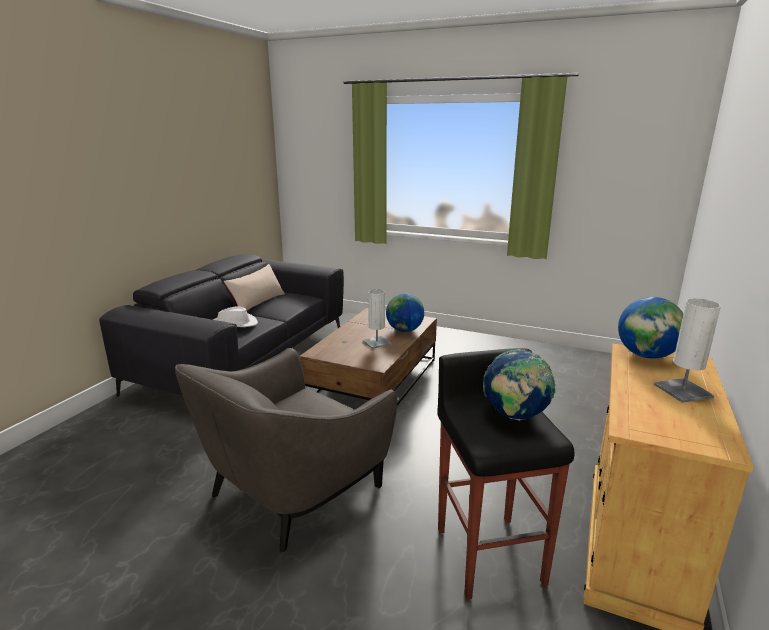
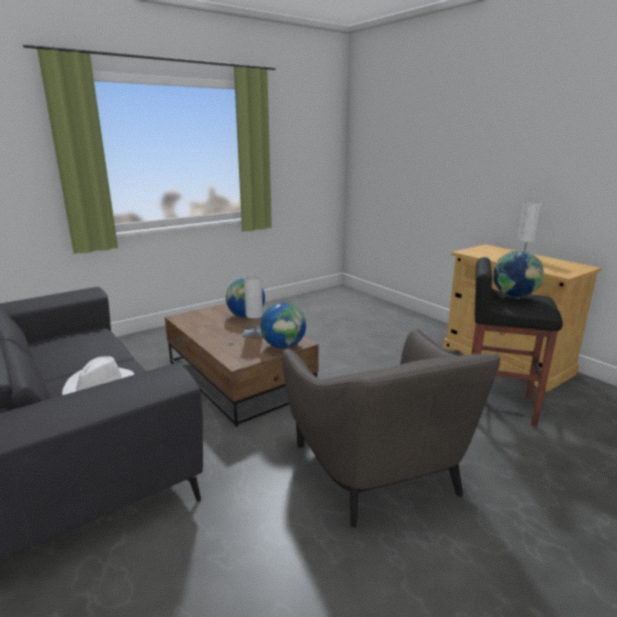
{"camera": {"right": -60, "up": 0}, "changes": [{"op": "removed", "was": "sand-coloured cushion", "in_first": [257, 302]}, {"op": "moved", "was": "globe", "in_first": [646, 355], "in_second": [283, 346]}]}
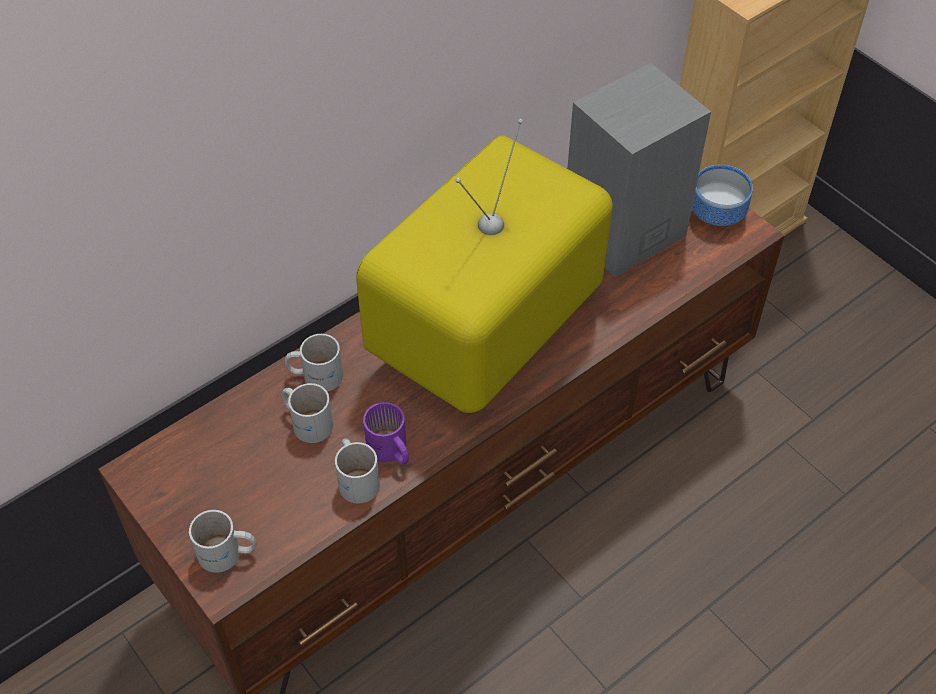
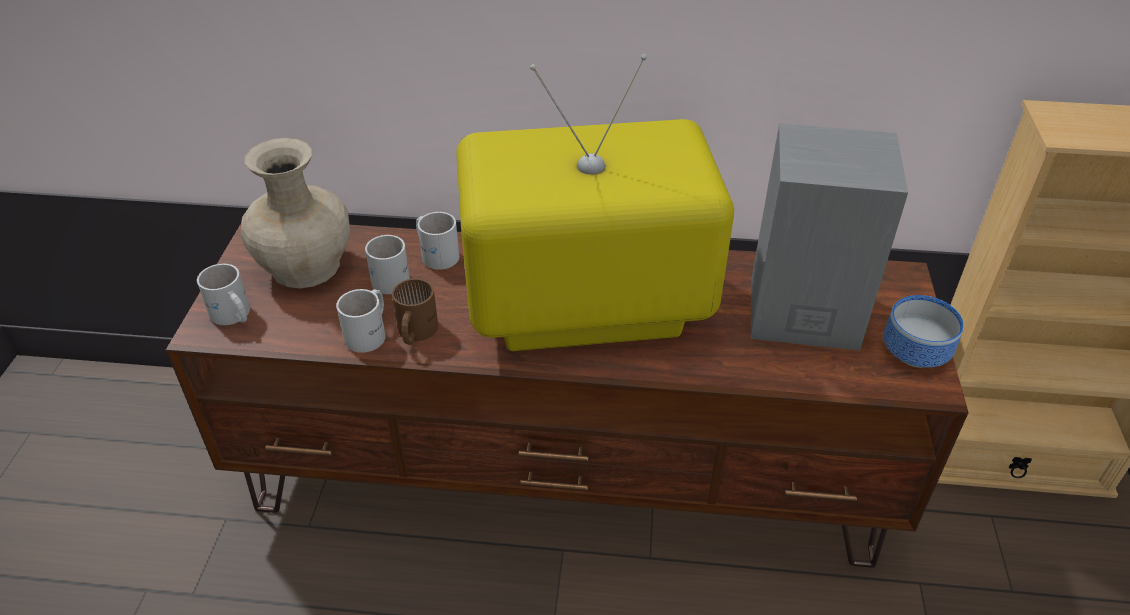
{"camera": {"right": 45, "up": -10}, "changes": [{"op": "recoloured", "was": "purple tea mug", "now": "brownish tea mug", "in_first": [389, 451], "in_second": [414, 332]}, {"op": "added", "now": "sand-coloured vase", "in_second": [304, 267]}]}
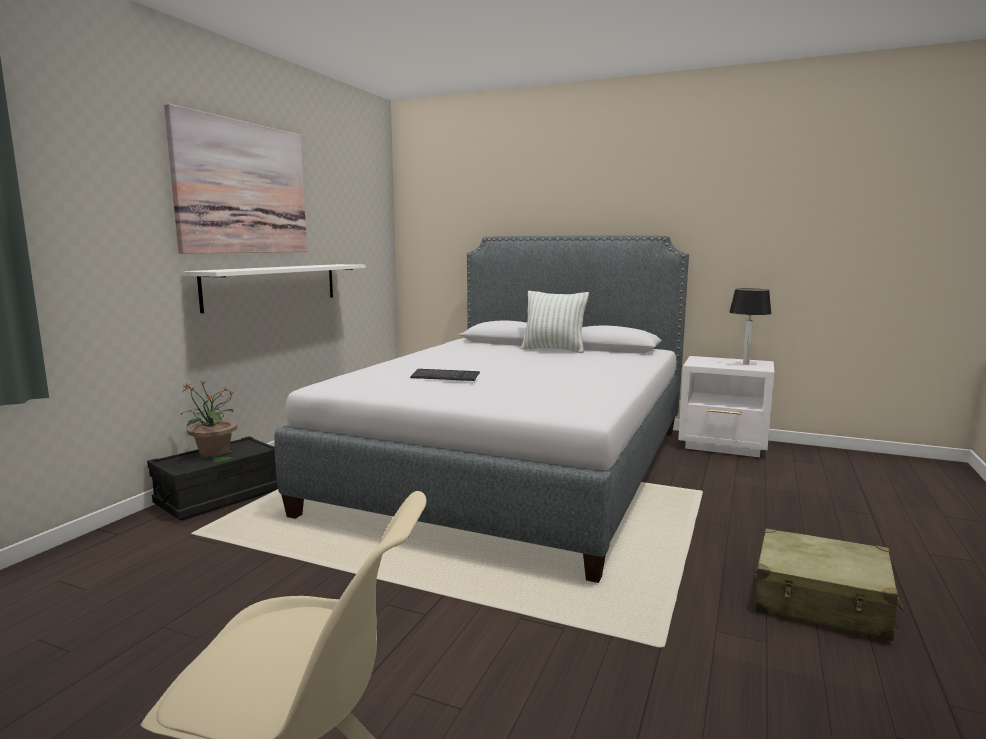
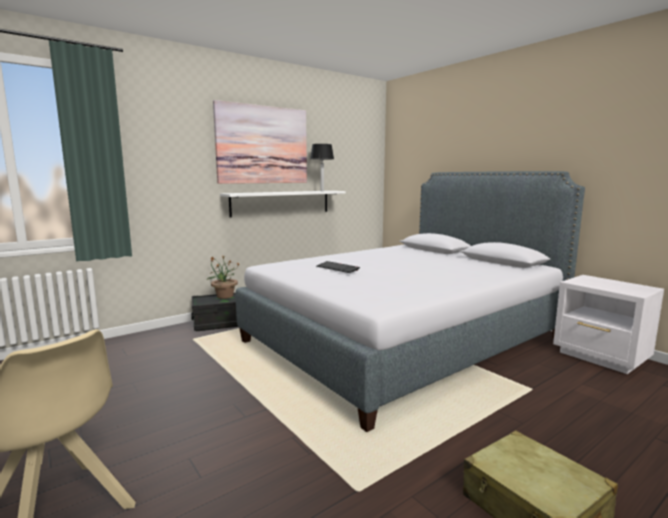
{"camera": {"right": 30, "up": 0}, "changes": [{"op": "removed", "was": "cushion", "in_first": [554, 350]}, {"op": "moved", "was": "tabletop lamp", "in_first": [745, 363], "in_second": [322, 191]}]}
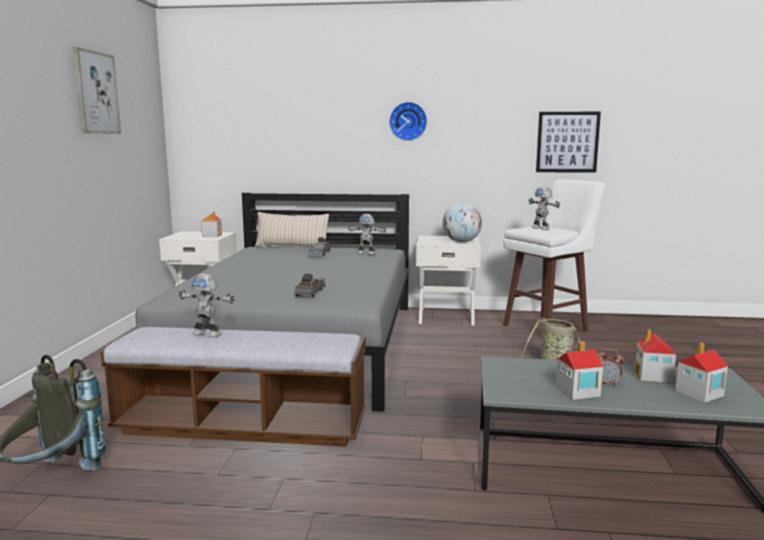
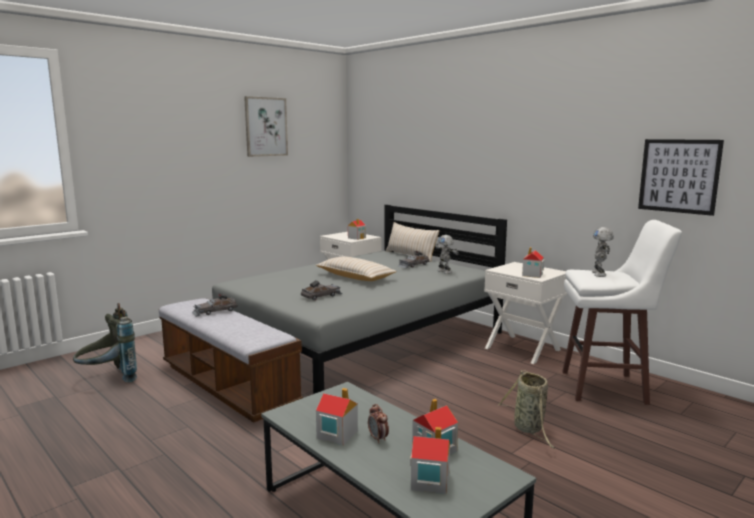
{"camera": {"right": 40, "up": 0}, "changes": [{"op": "replaced", "was": "toy robot", "now": "grey toy car", "in_first": [207, 333], "in_second": [214, 311]}, {"op": "removed", "was": "clock on the wall", "in_first": [408, 121]}, {"op": "replaced", "was": "globe", "now": "miniature house", "in_first": [461, 242], "in_second": [532, 275]}, {"op": "added", "now": "sand-coloured cushion", "in_second": [355, 277]}]}
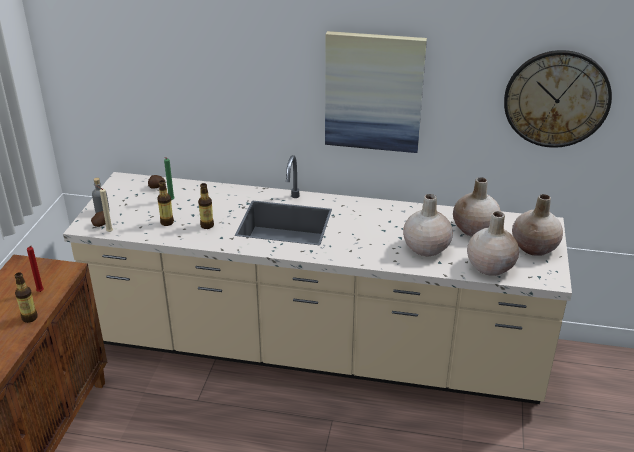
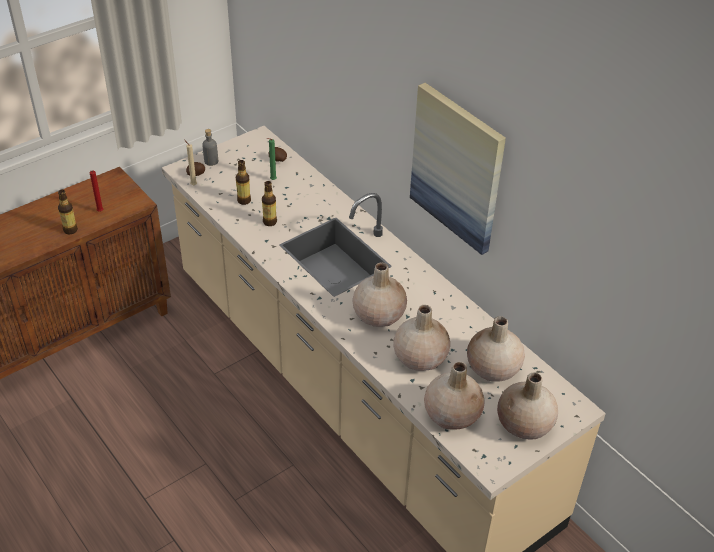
{"camera": {"right": 40, "up": 10}, "changes": [{"op": "removed", "was": "clock on the wall", "in_first": [556, 99]}, {"op": "added", "now": "sand-coloured vase", "in_second": [378, 315]}]}
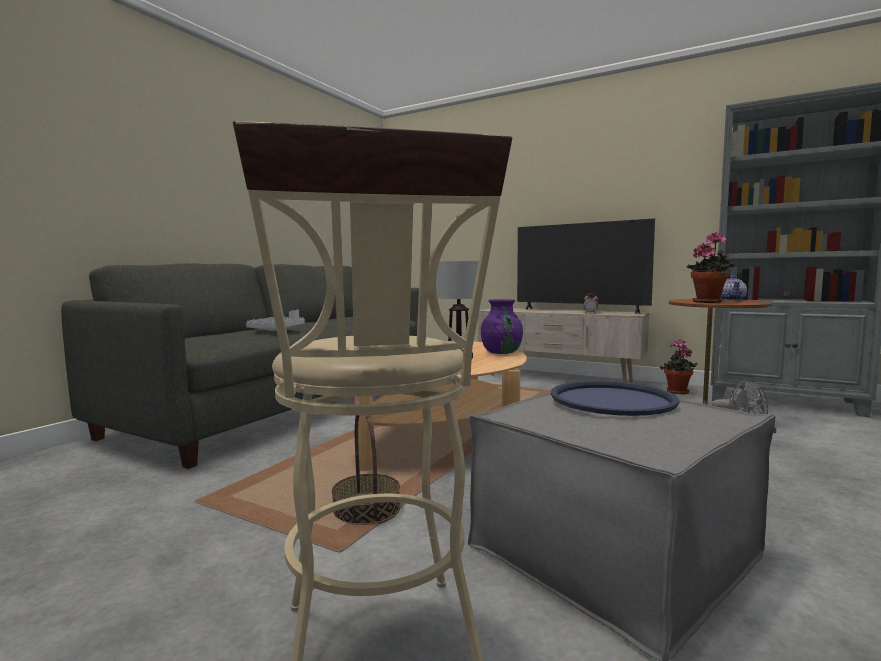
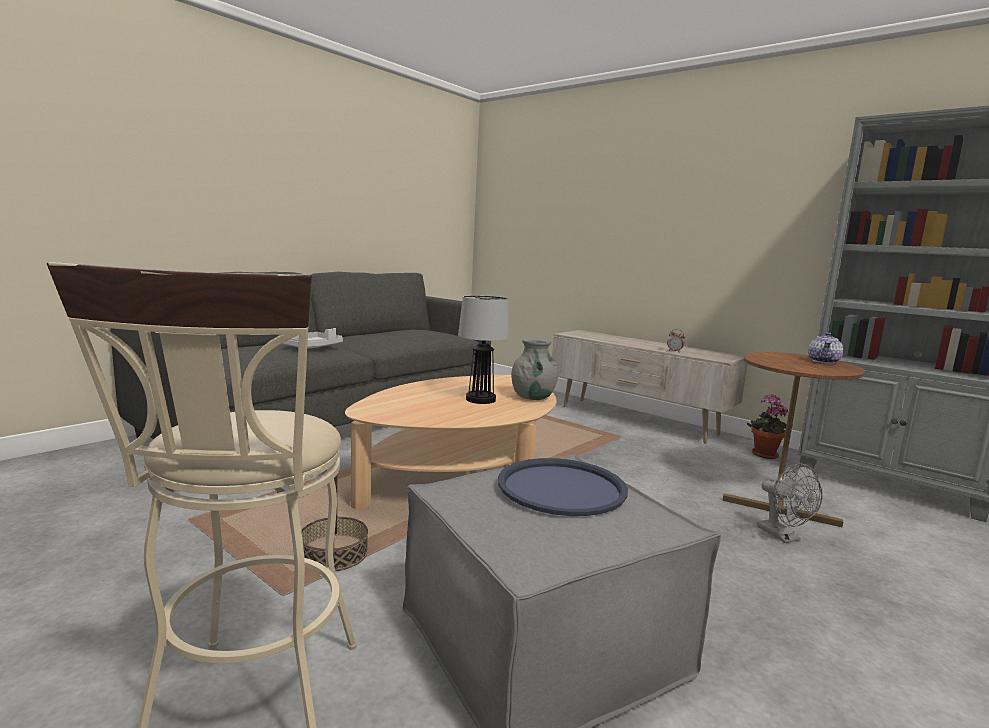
{"camera": {"right": 10, "up": 5}, "changes": [{"op": "recoloured", "was": "purple vase", "now": "grey vase", "in_first": [501, 352], "in_second": [533, 397]}, {"op": "removed", "was": "TV", "in_first": [579, 311]}, {"op": "removed", "was": "plant in a pot", "in_first": [709, 302]}]}
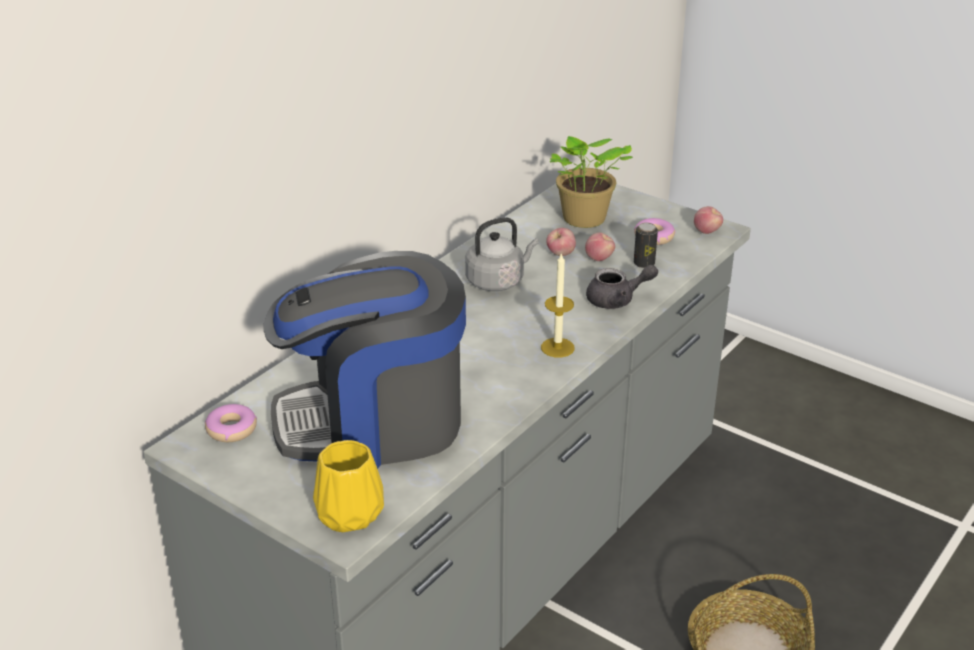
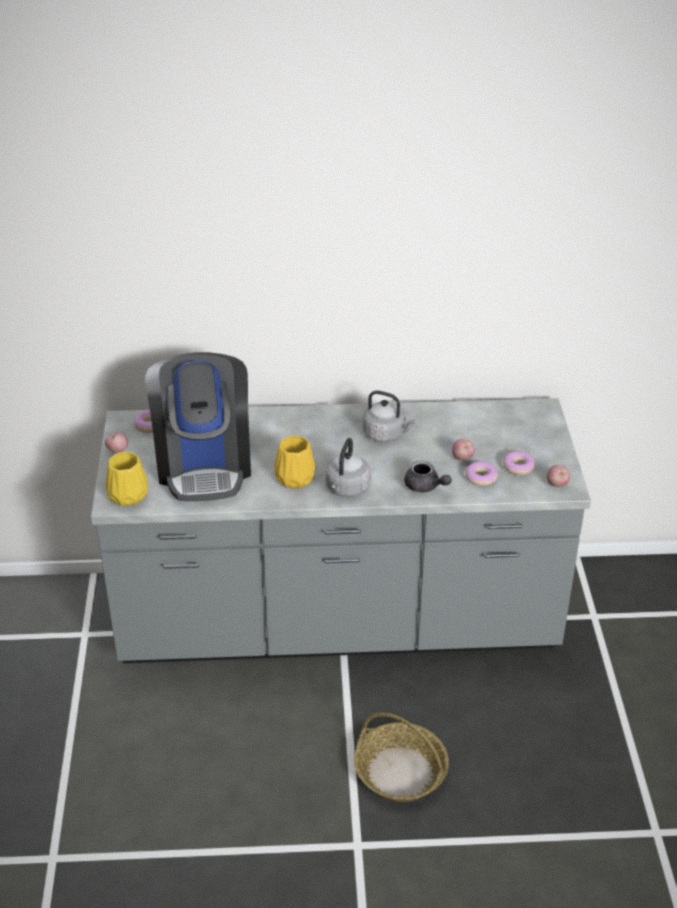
{"camera": {"right": 50, "up": 5}, "changes": [{"op": "turned", "was": "coffee maker", "in_first": [373, 423], "in_second": [204, 464], "clockwise": -135}, {"op": "replaced", "was": "candle", "now": "grey water kettle", "in_first": [557, 347], "in_second": [346, 489]}, {"op": "moved", "was": "apple", "in_first": [560, 254], "in_second": [117, 451]}, {"op": "removed", "was": "plant in a pot", "in_first": [583, 220]}, {"op": "replaced", "was": "sealed can", "now": "donut", "in_first": [644, 263], "in_second": [481, 477]}, {"op": "added", "now": "yellow-coloured vase", "in_second": [295, 478]}]}
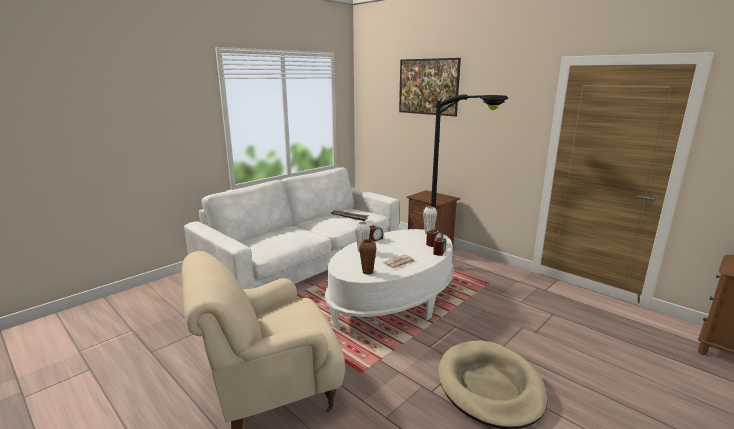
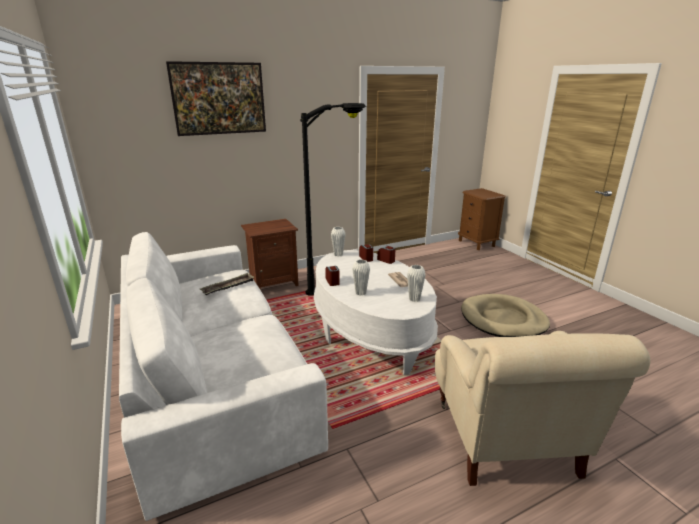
{"camera": {"right": -70, "up": 5}, "changes": [{"op": "recoloured", "was": "brownish vase", "now": "white-coloured vase", "in_first": [367, 272], "in_second": [414, 299]}]}
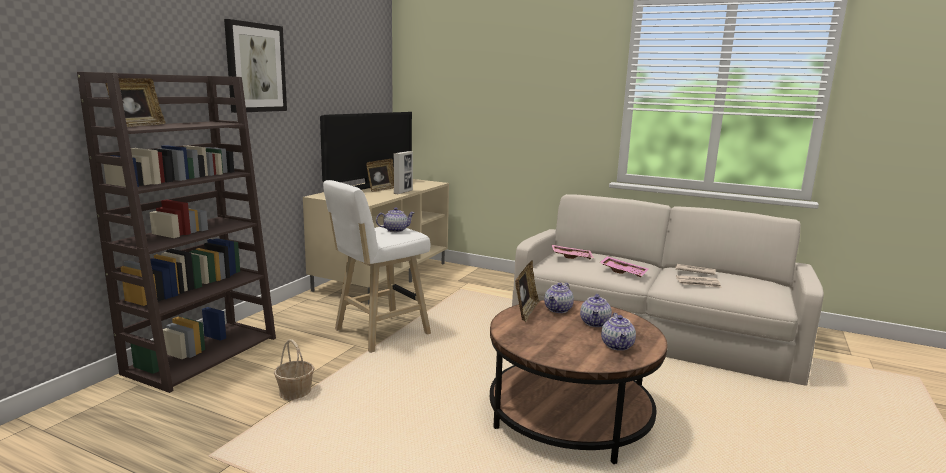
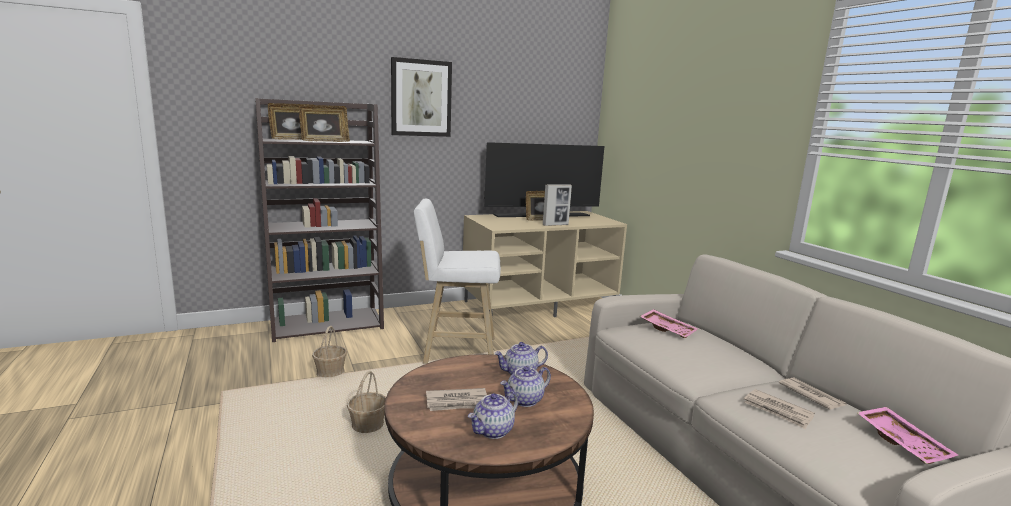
{"camera": {"right": 40, "up": 0}, "changes": [{"op": "removed", "was": "tea pot", "in_first": [395, 230]}, {"op": "moved", "was": "picture frame", "in_first": [525, 312], "in_second": [325, 141]}, {"op": "moved", "was": "pinkish serving tray", "in_first": [623, 272], "in_second": [903, 442]}, {"op": "added", "now": "storage basket", "in_second": [368, 425]}, {"op": "added", "now": "printed paper", "in_second": [458, 403]}]}
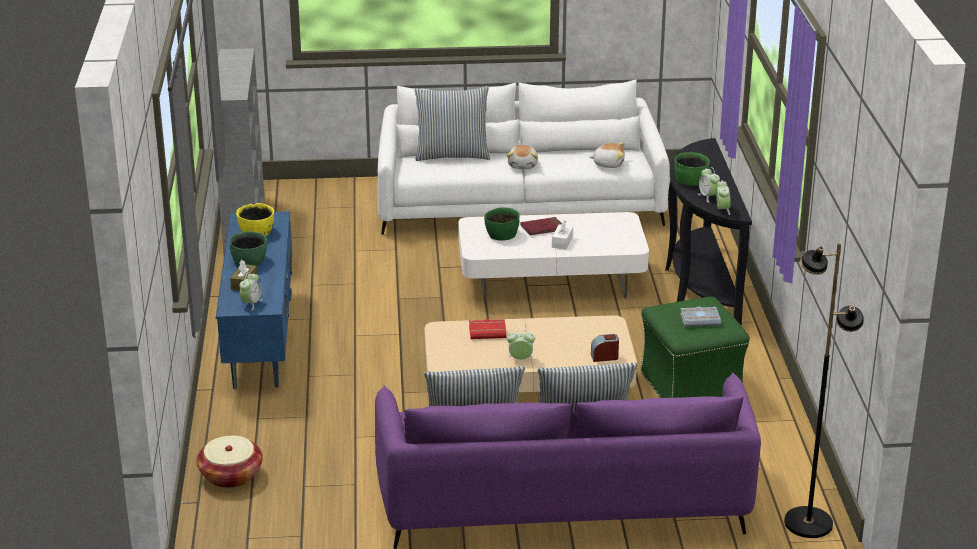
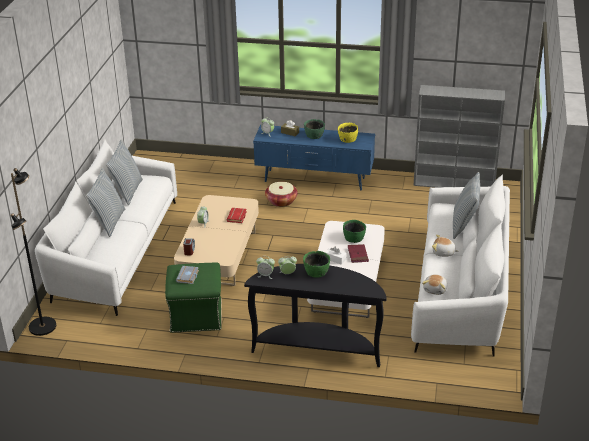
{"camera": {"right": 105, "up": 5}, "changes": [{"op": "moved", "was": "storage basket", "in_first": [231, 475], "in_second": [281, 201]}, {"op": "recoloured", "was": "purple settee", "now": "white-coloured settee", "in_first": [565, 503], "in_second": [114, 251]}]}
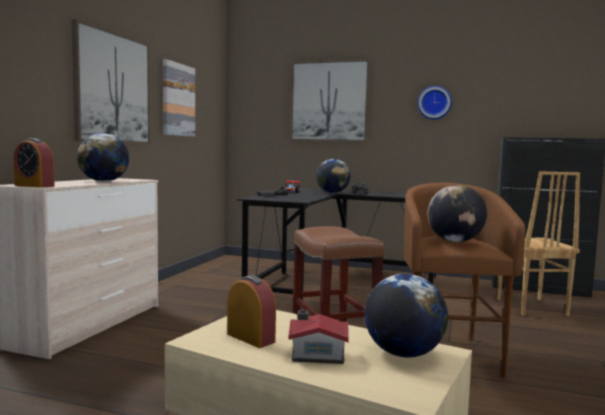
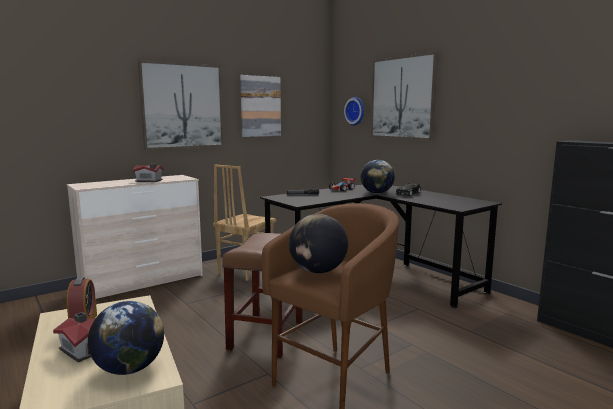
{"camera": {"right": 35, "up": 5}, "changes": [{"op": "removed", "was": "table clock", "in_first": [34, 186]}, {"op": "replaced", "was": "globe", "now": "miniature house", "in_first": [104, 181], "in_second": [149, 181]}, {"op": "moved", "was": "clock on the wall", "in_first": [434, 103], "in_second": [356, 111]}, {"op": "moved", "was": "brownish chair", "in_first": [530, 307], "in_second": [244, 270]}]}
